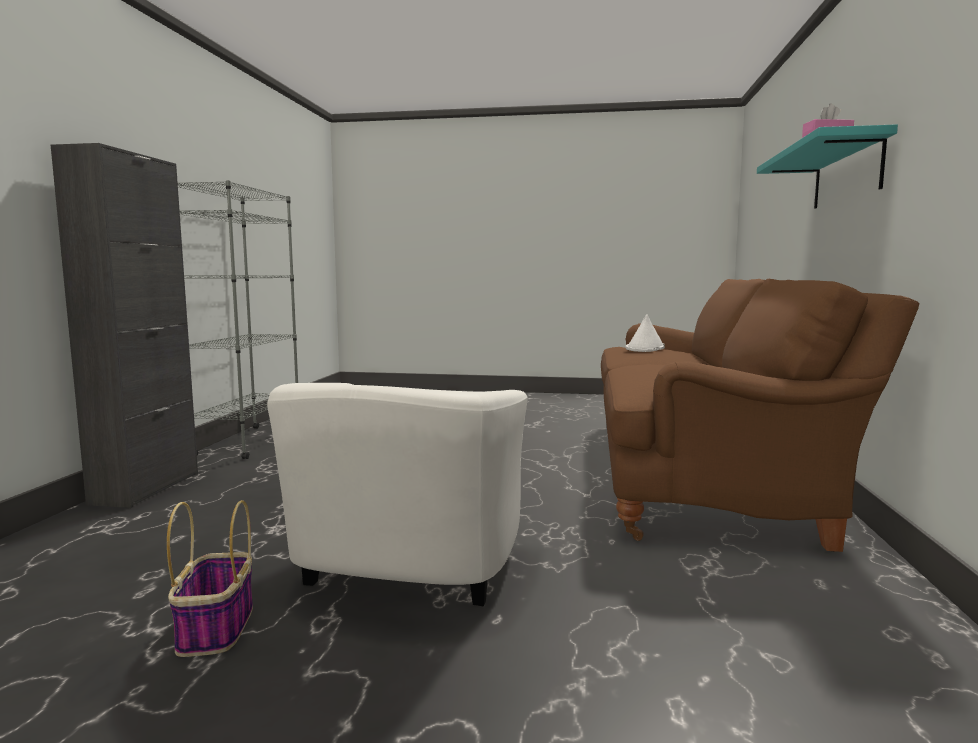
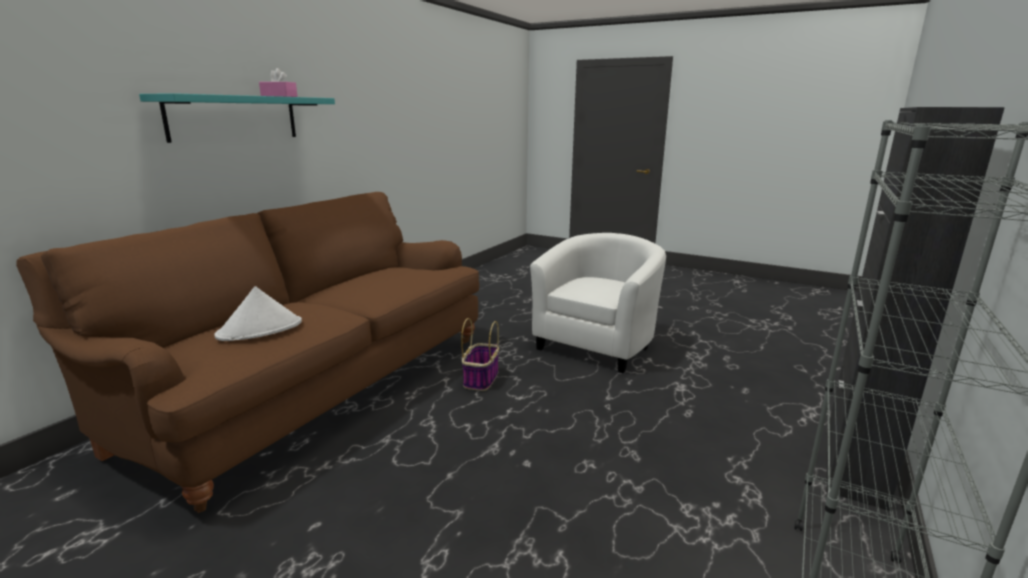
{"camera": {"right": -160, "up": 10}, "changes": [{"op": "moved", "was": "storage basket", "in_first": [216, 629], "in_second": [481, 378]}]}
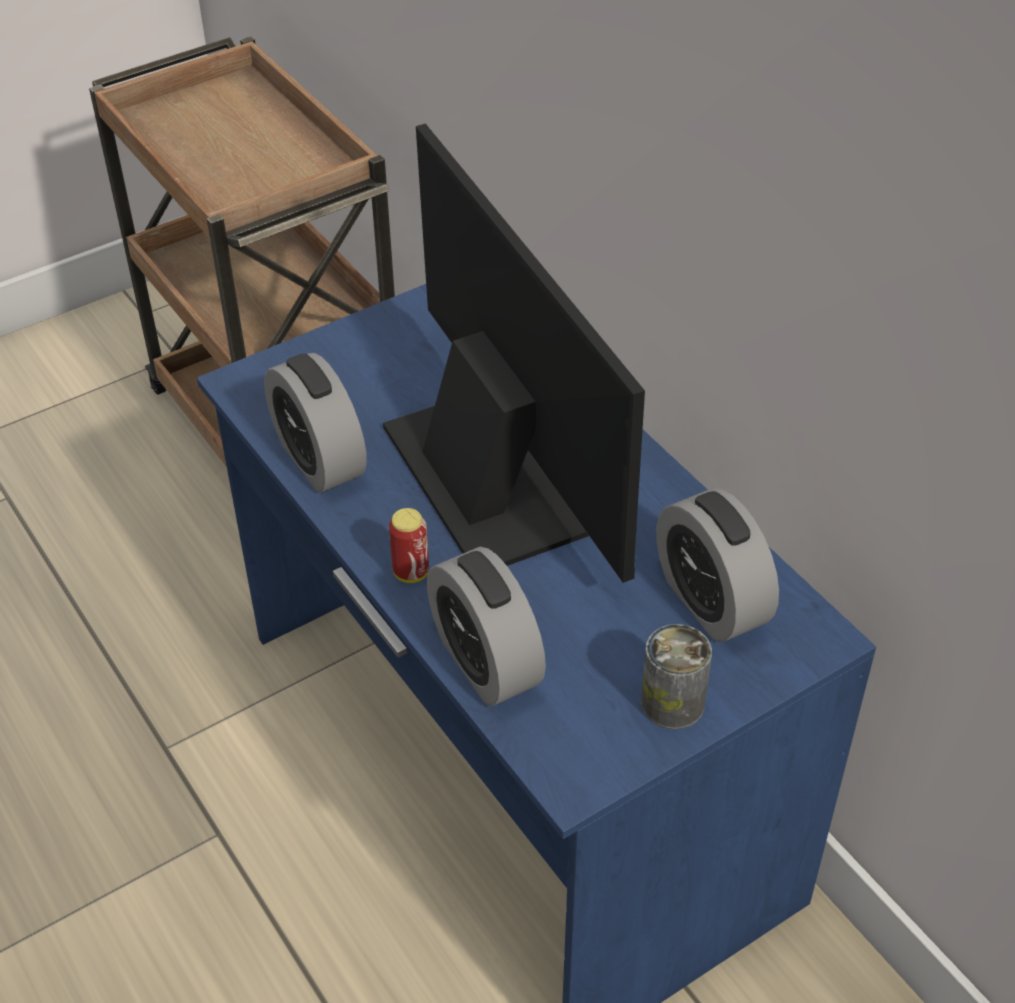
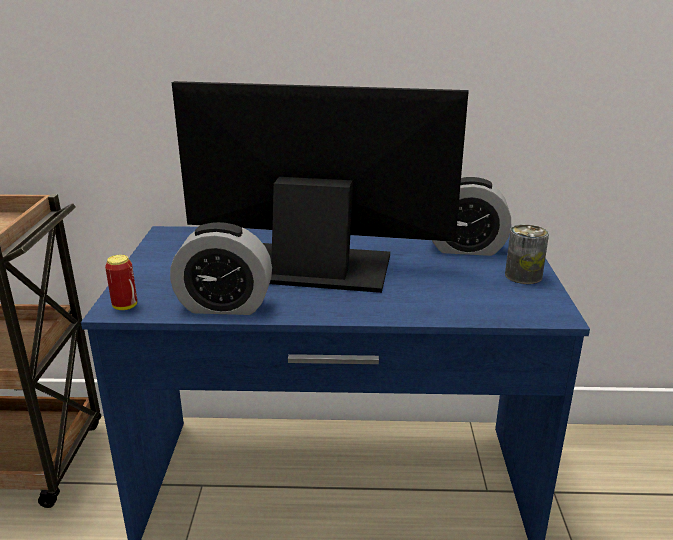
{"camera": {"right": -55, "up": -20}, "changes": [{"op": "moved", "was": "sealed can", "in_first": [411, 572], "in_second": [125, 306]}, {"op": "removed", "was": "table clock", "in_first": [485, 662]}]}
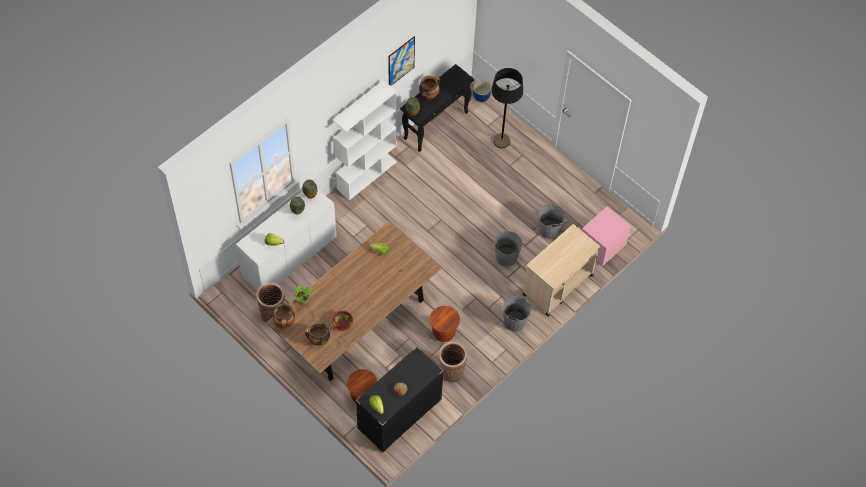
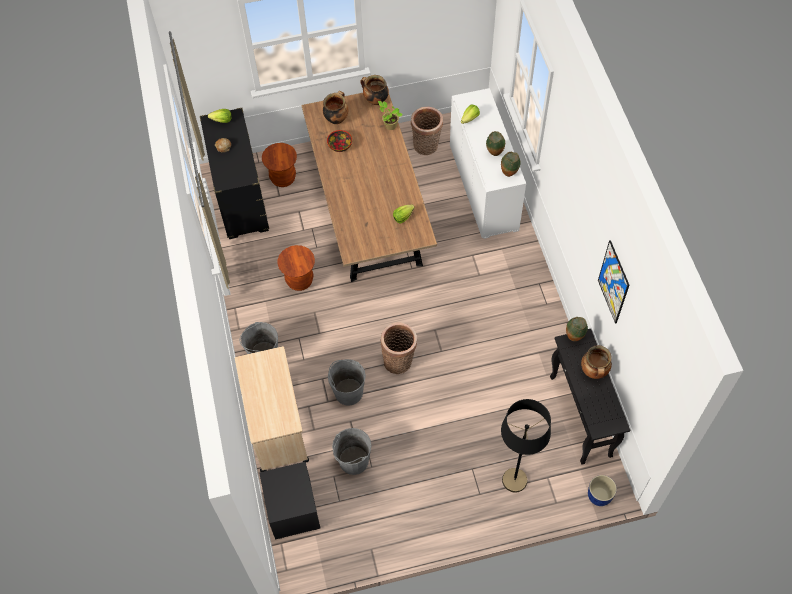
{"camera": {"right": 125, "up": 0}, "changes": [{"op": "removed", "was": "white-coloured shelving unit", "in_first": [366, 175]}, {"op": "moved", "was": "storage basket", "in_first": [451, 371], "in_second": [399, 361]}, {"op": "recoloured", "was": "pinkish night table", "now": "black night table", "in_first": [602, 246], "in_second": [292, 509]}]}
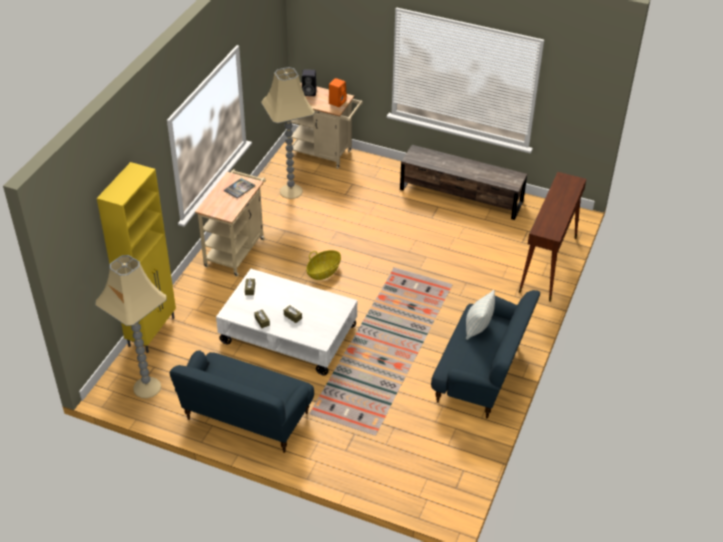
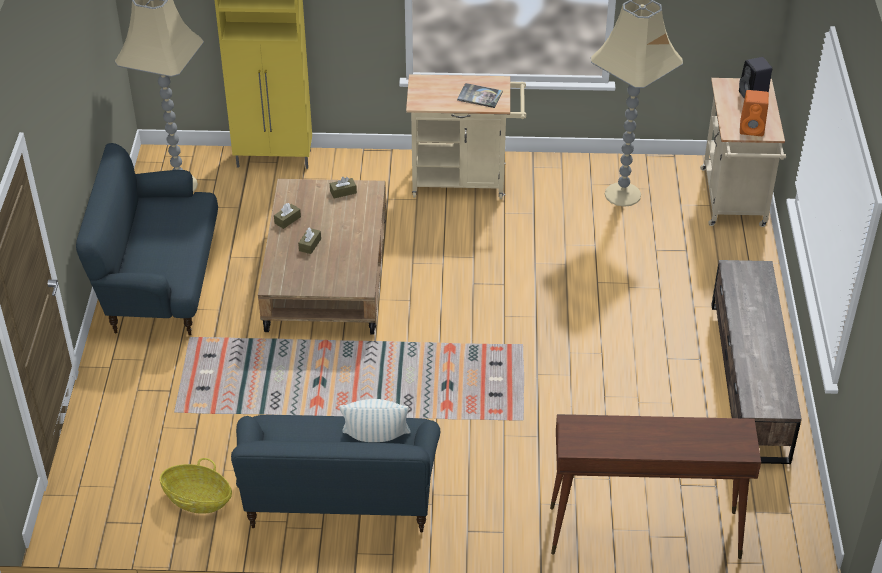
{"camera": {"right": 70, "up": 0}, "changes": [{"op": "recoloured", "was": "white-coloured coffee table", "now": "brownish coffee table", "in_first": [288, 335], "in_second": [326, 276]}, {"op": "moved", "was": "storage basket", "in_first": [323, 272], "in_second": [198, 499]}]}
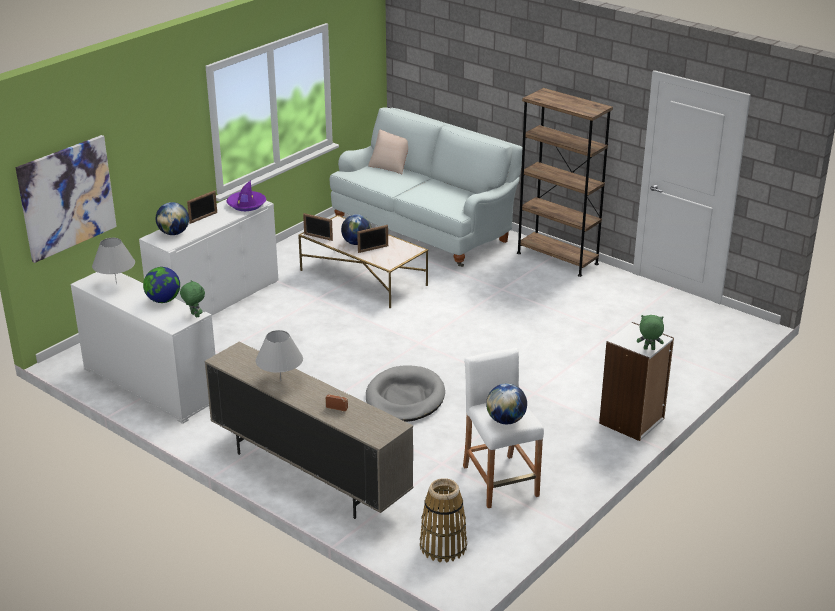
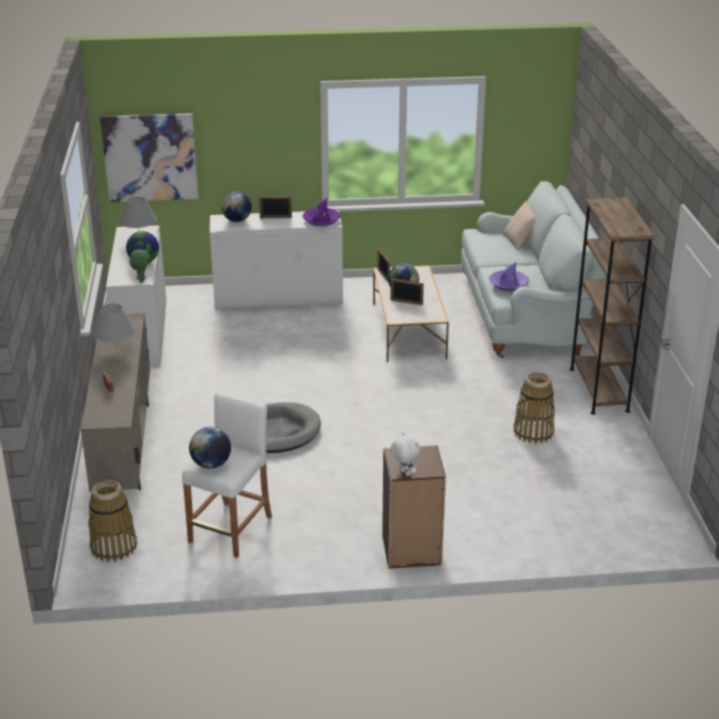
{"camera": {"right": 45, "up": 0}, "changes": [{"op": "recoloured", "was": "white-coloured shelving unit", "now": "brownish shelving unit", "in_first": [632, 421], "in_second": [411, 550]}, {"op": "recoloured", "was": "green-coloured soft toy", "now": "white-coloured soft toy", "in_first": [649, 349], "in_second": [404, 473]}, {"op": "added", "now": "purple clothing hat", "in_second": [508, 284]}, {"op": "added", "now": "storage basket", "in_second": [533, 432]}]}
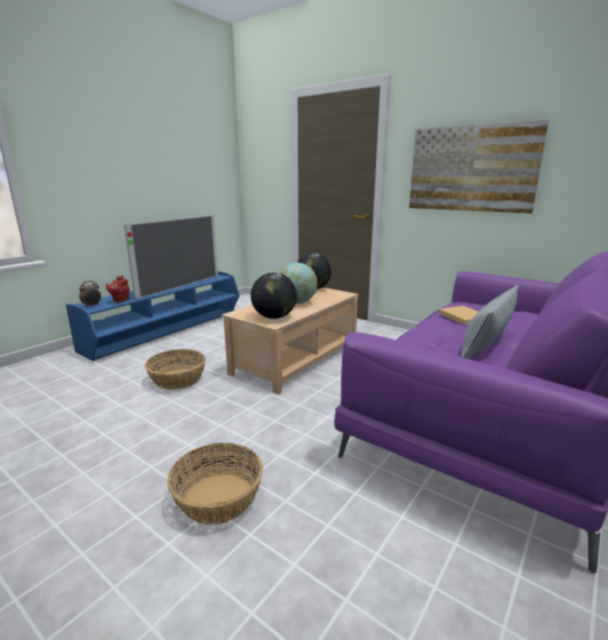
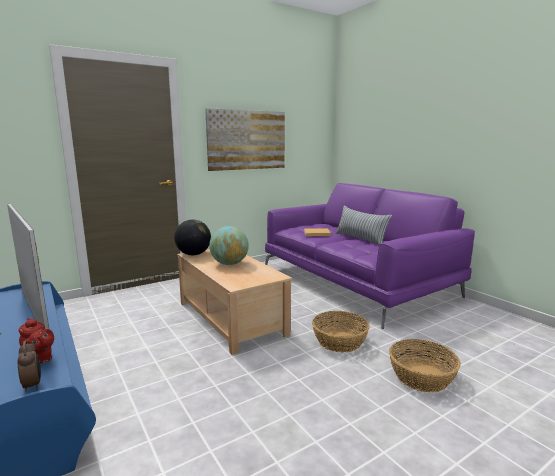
{"camera": {"right": -70, "up": -5}, "changes": [{"op": "moved", "was": "storage basket", "in_first": [178, 379], "in_second": [340, 341]}, {"op": "removed", "was": "globe", "in_first": [274, 317]}]}
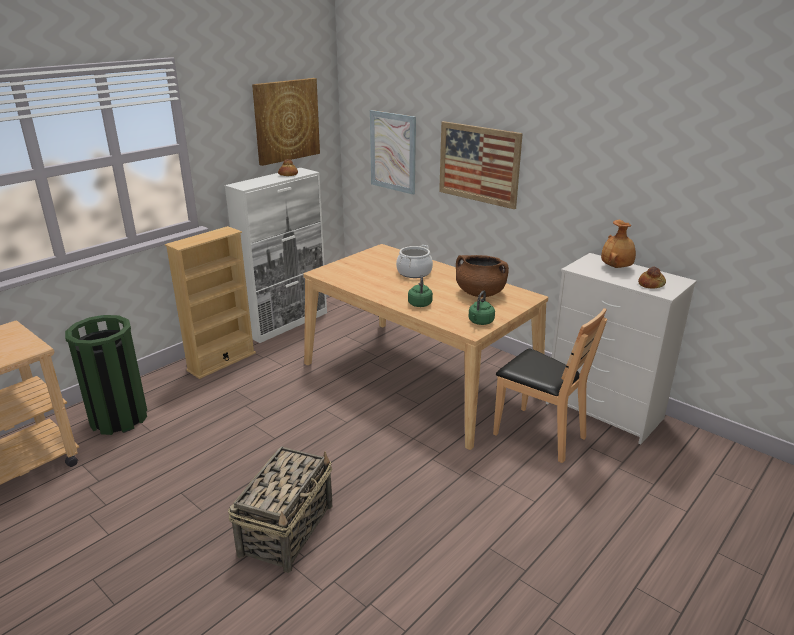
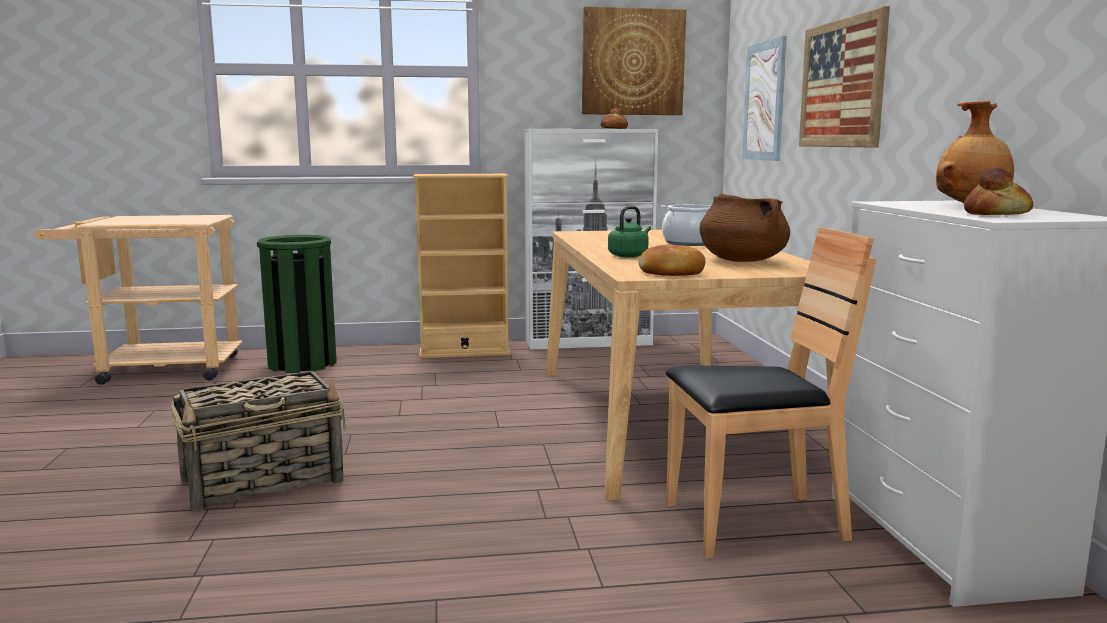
{"camera": {"right": 40, "up": -15}, "changes": [{"op": "replaced", "was": "green-coloured water kettle", "now": "bakery bread", "in_first": [480, 322], "in_second": [671, 273]}, {"op": "turned", "was": "brownish chair", "in_first": [539, 434], "in_second": [753, 523], "clockwise": -90}]}
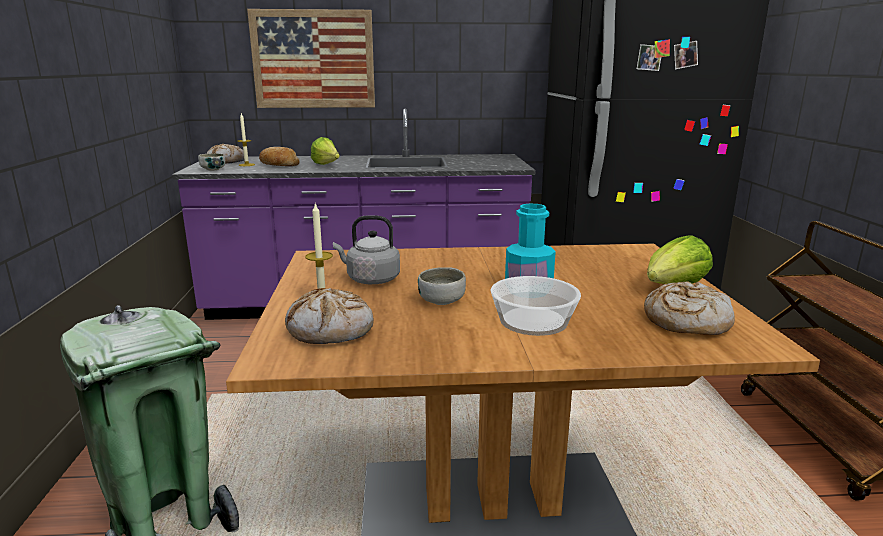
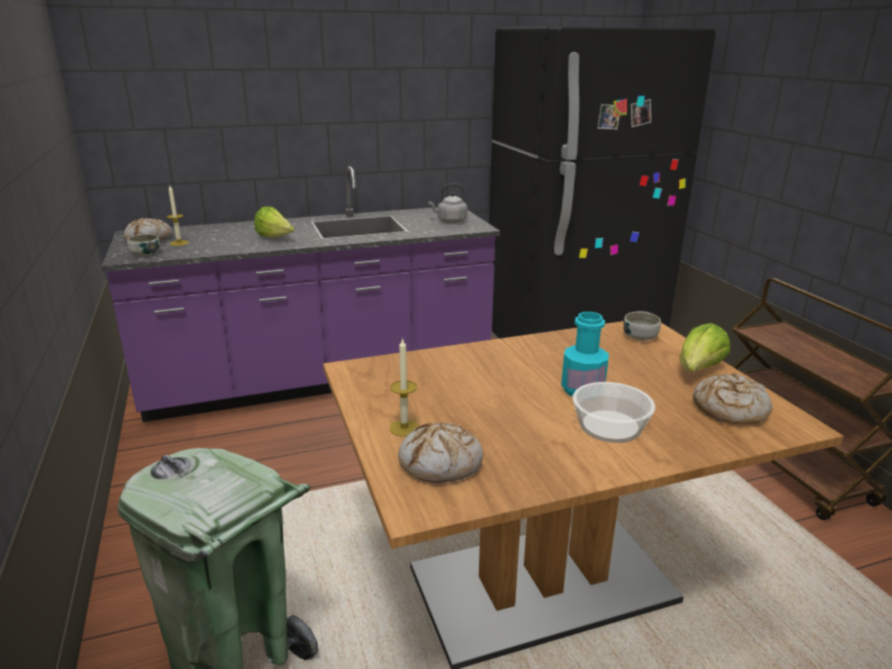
{"camera": {"right": -15, "up": 5}, "changes": [{"op": "removed", "was": "picture", "in_first": [313, 59]}, {"op": "removed", "was": "bakery bread", "in_first": [278, 165]}, {"op": "moved", "was": "grey water kettle", "in_first": [370, 279], "in_second": [450, 221]}, {"op": "moved", "was": "serving bowl", "in_first": [441, 301], "in_second": [640, 337]}]}
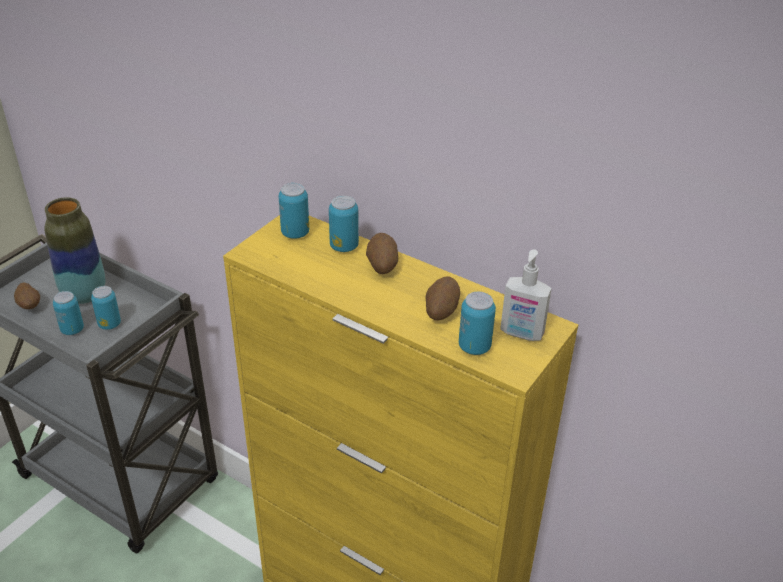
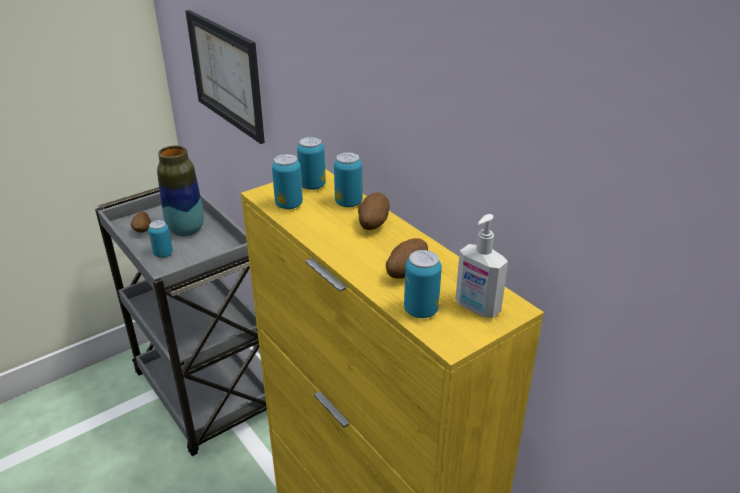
{"camera": {"right": 20, "up": -5}, "changes": [{"op": "moved", "was": "sealed can", "in_first": [109, 324], "in_second": [289, 204]}, {"op": "added", "now": "picture", "in_second": [226, 74]}]}
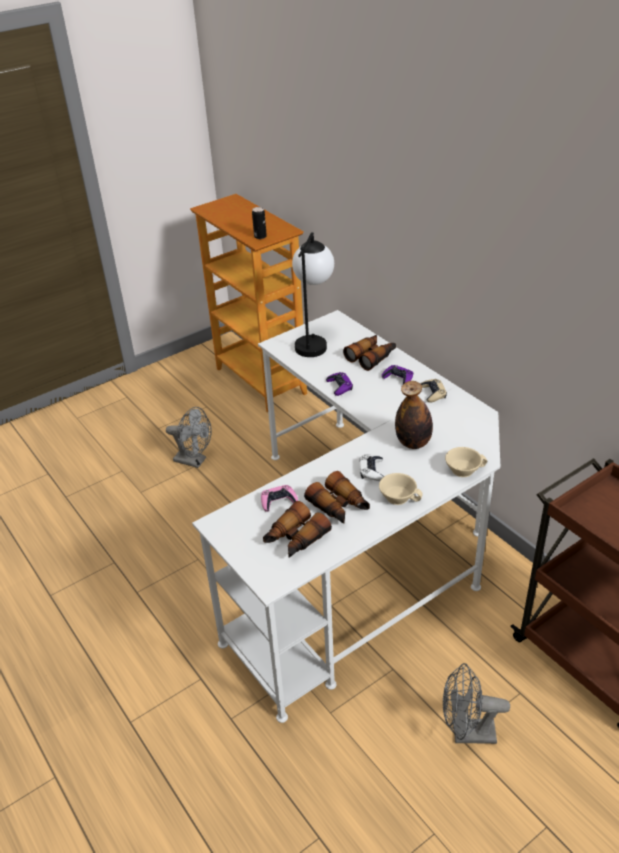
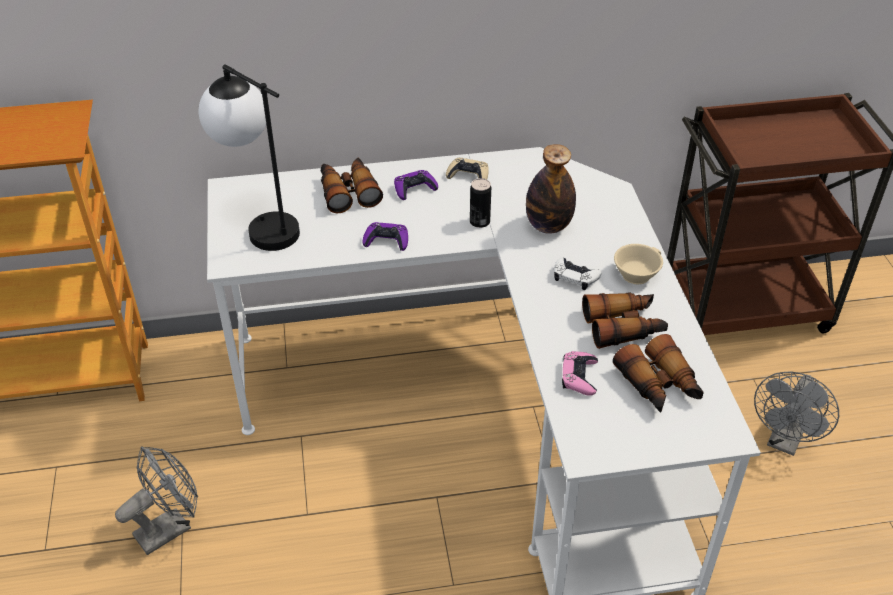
{"camera": {"right": -65, "up": 5}, "changes": [{"op": "moved", "was": "sealed can", "in_first": [260, 236], "in_second": [479, 222]}, {"op": "removed", "was": "sand-coloured small cup", "in_first": [463, 469]}]}
